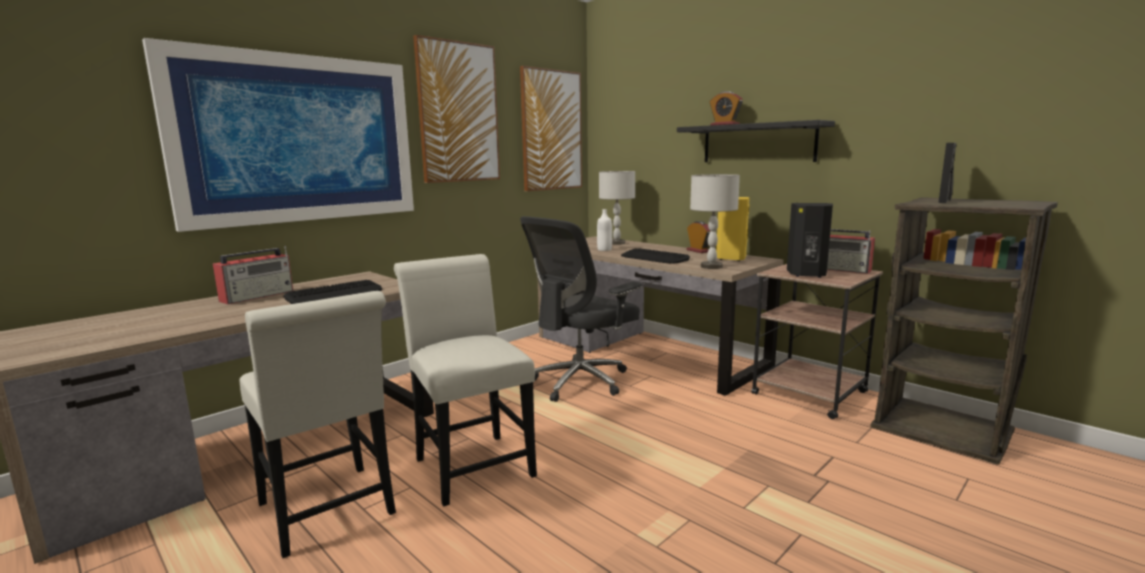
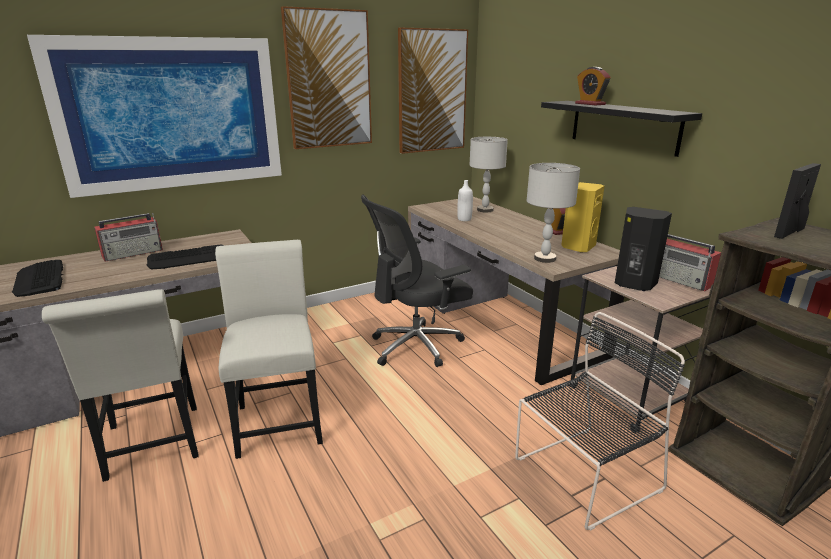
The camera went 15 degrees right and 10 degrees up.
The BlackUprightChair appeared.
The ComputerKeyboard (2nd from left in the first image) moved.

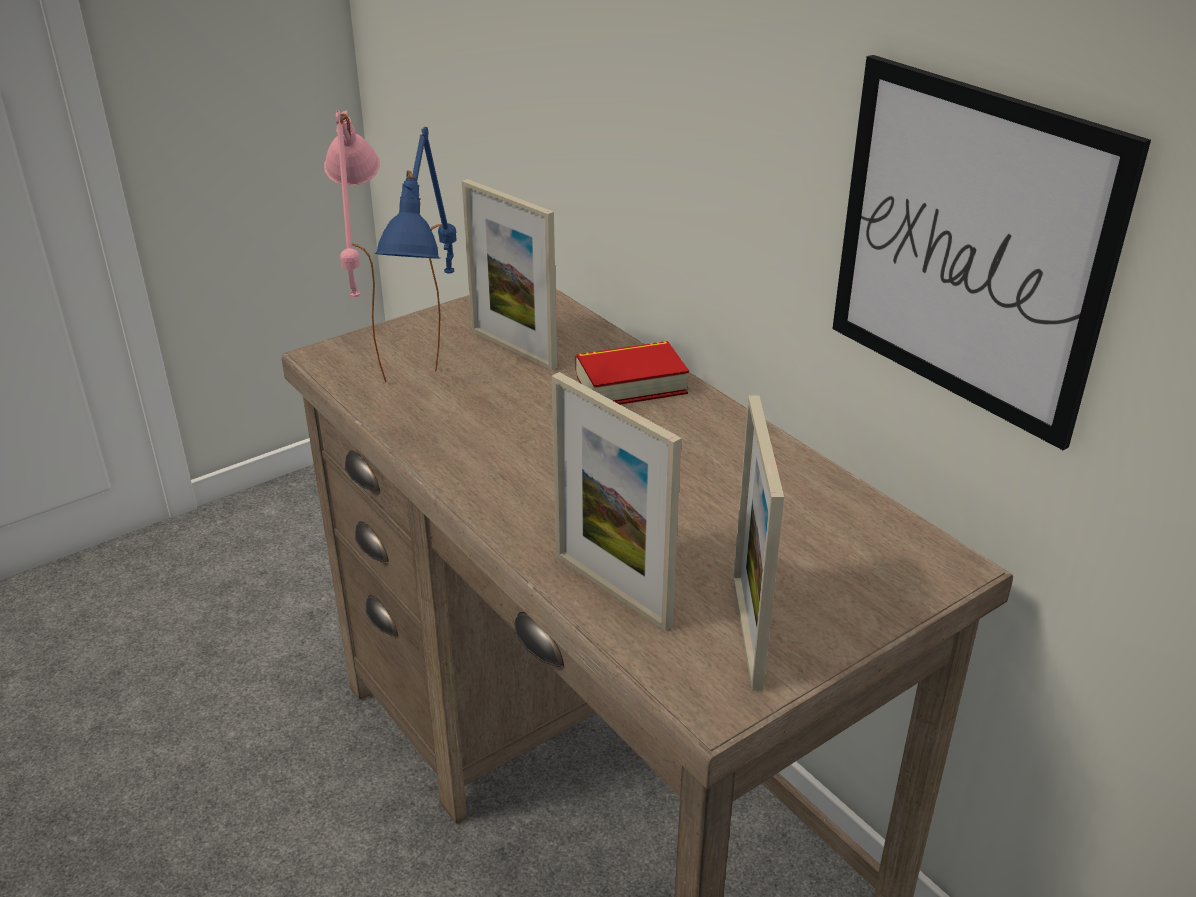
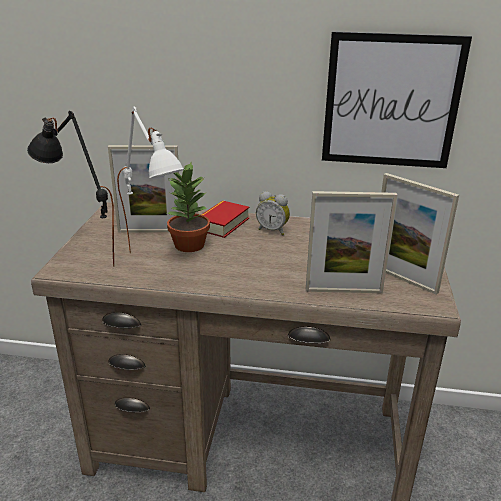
The camera went 45 degrees left and 5 degrees down.
The PottedPlant appeared.
The TableClock appeared.
The PinkTableLamp became the BlackTableLamp.
The BlueColouredTableLamp became the WhiteColouredTableLamp.

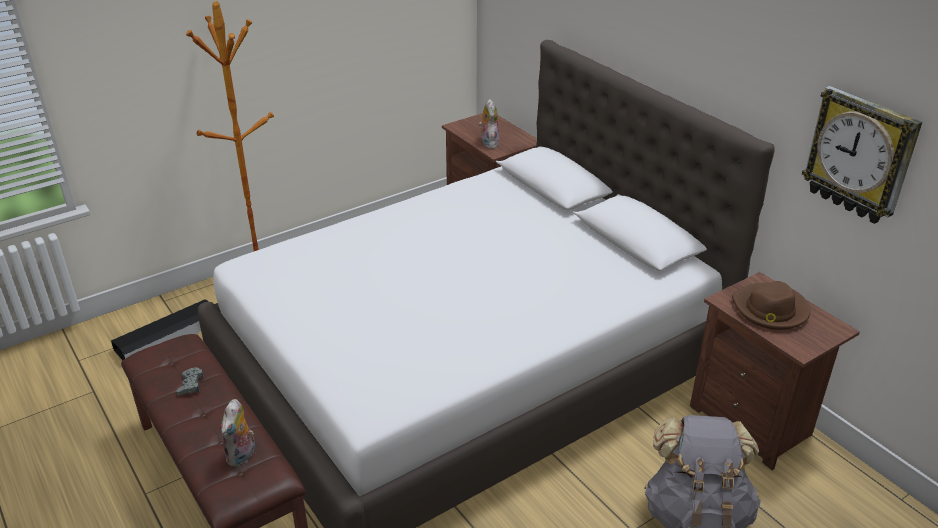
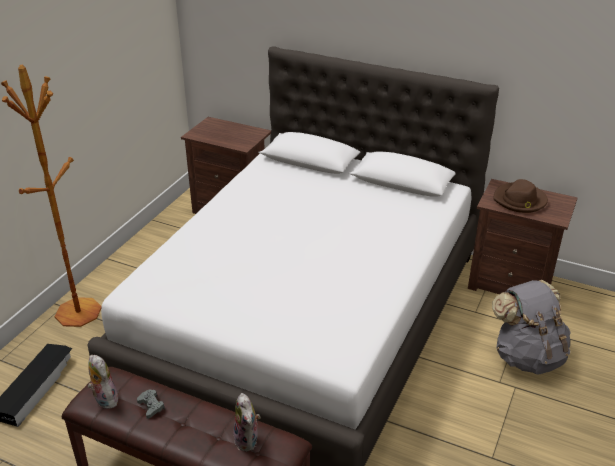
The camera went 30 degrees left and 0 degrees up.
The ClockOnTheWall disappeared.
The PlushToy (2nd from left in the first image) moved.

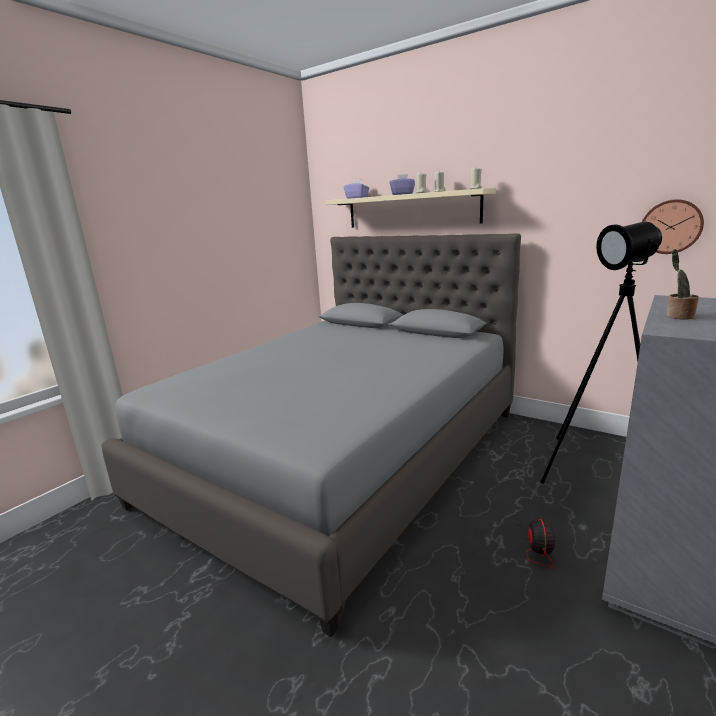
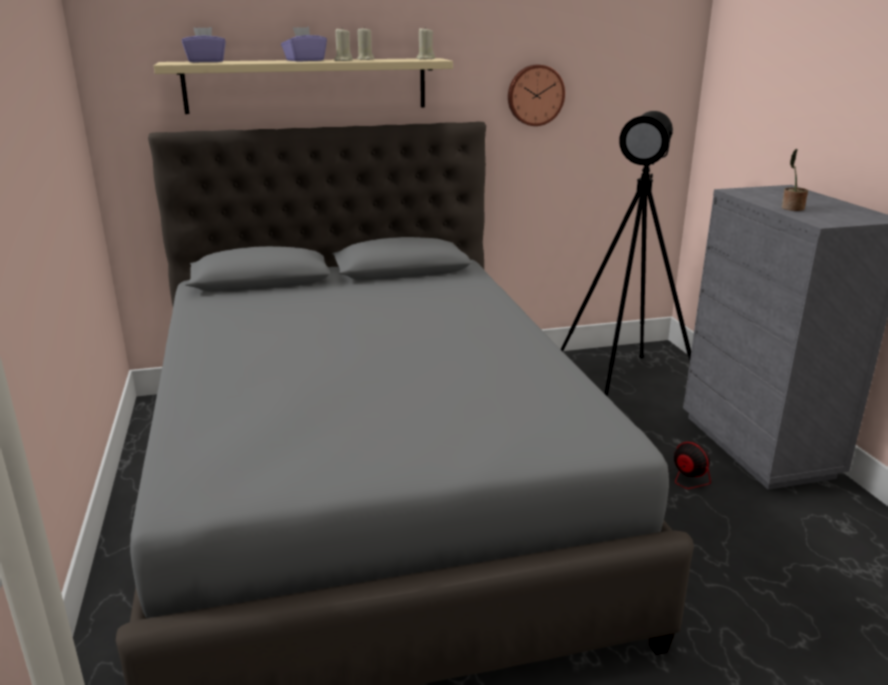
The camera went 50 degrees left and 5 degrees up.
The ClockOnTheWall moved.

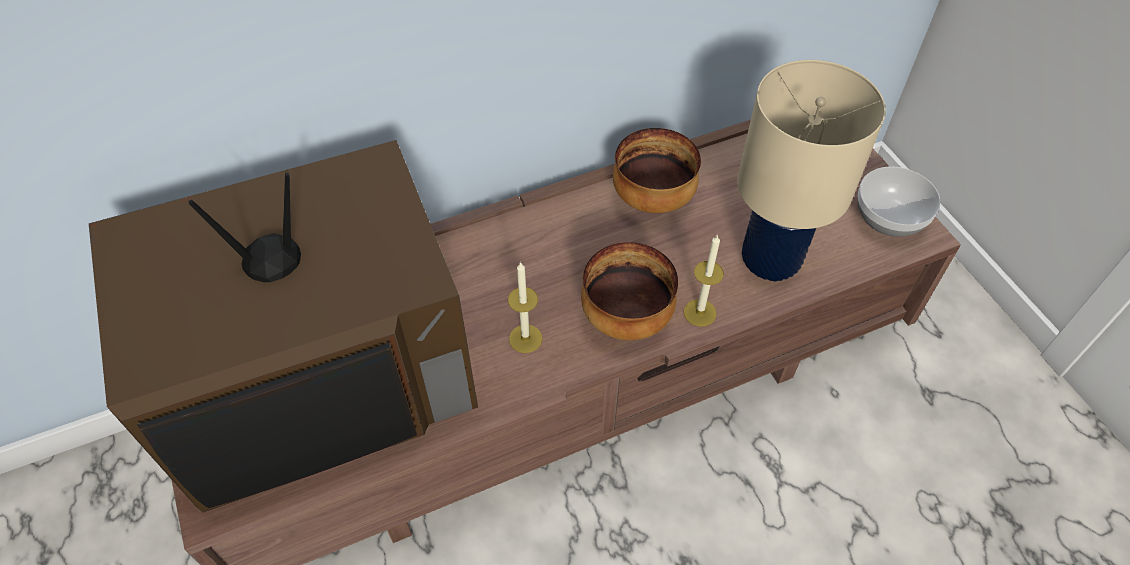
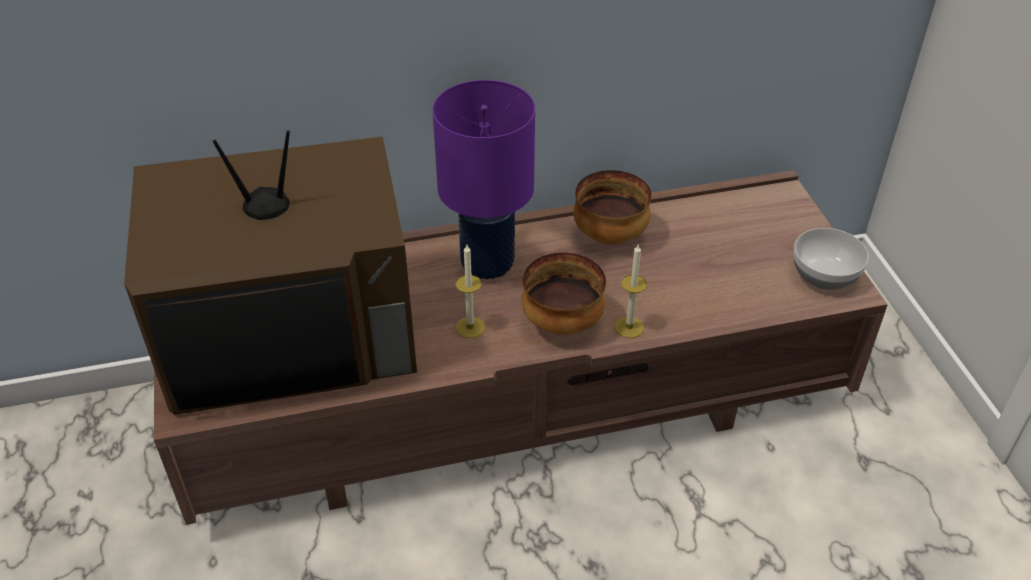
The camera went 10 degrees right and 10 degrees down.
The BeigeTableLamp disappeared.
The PurpleColouredTableLamp appeared.

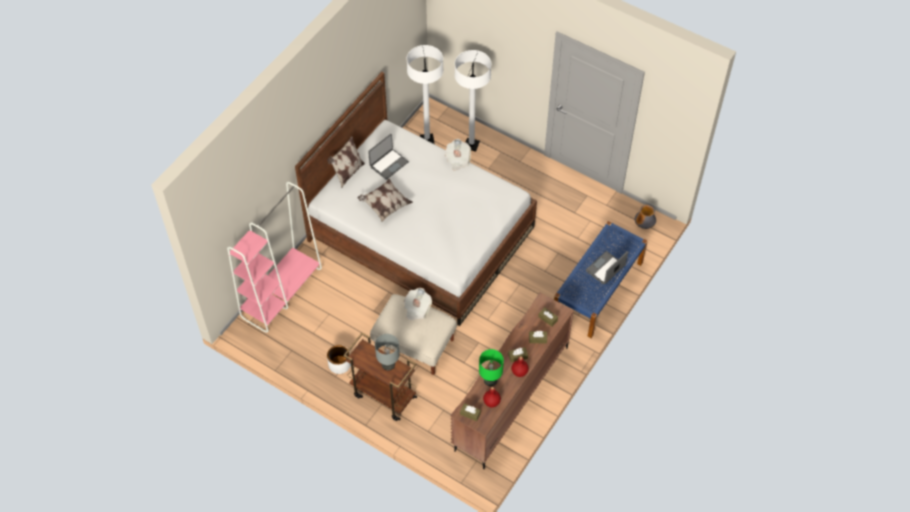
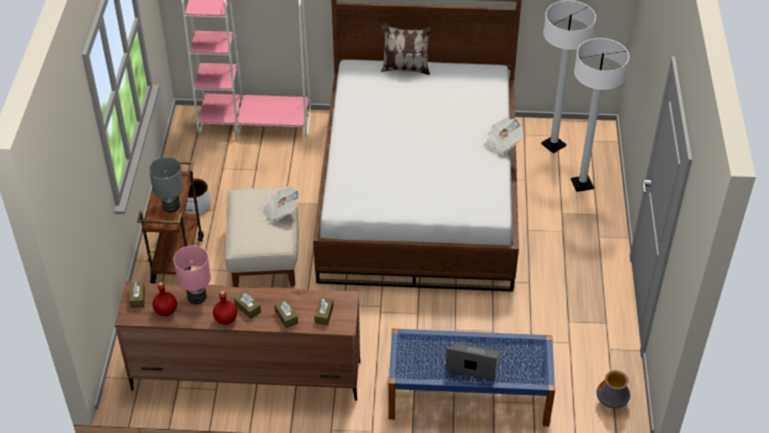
The camera went 60 degrees right and 10 degrees down.
The ThrowPillow (2nd from left) disappeared.
The PortableComputer (1st from left) disappeared.
The GreenTableLamp became the PinkTableLamp.

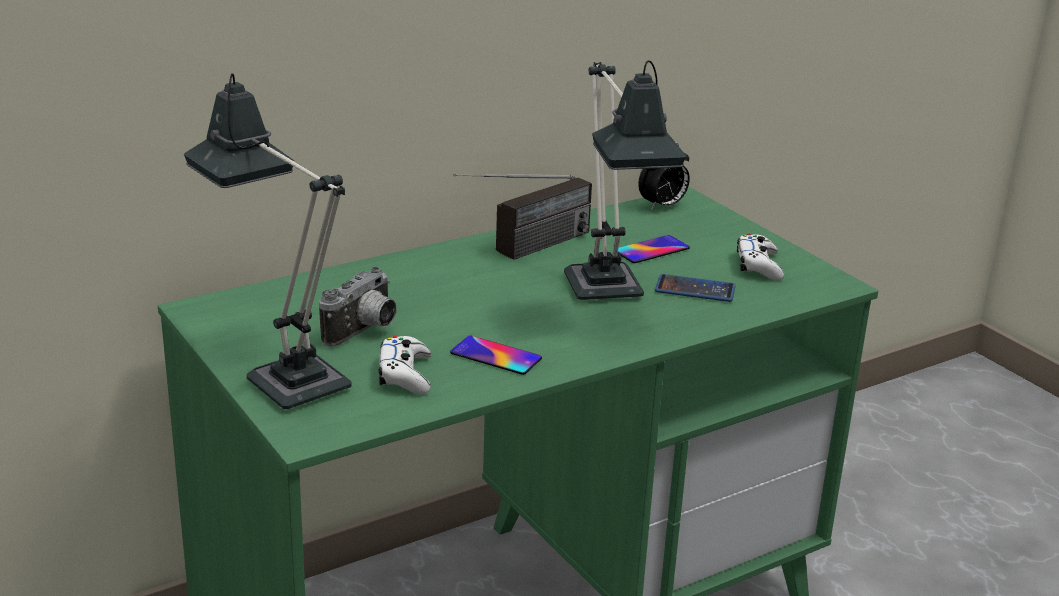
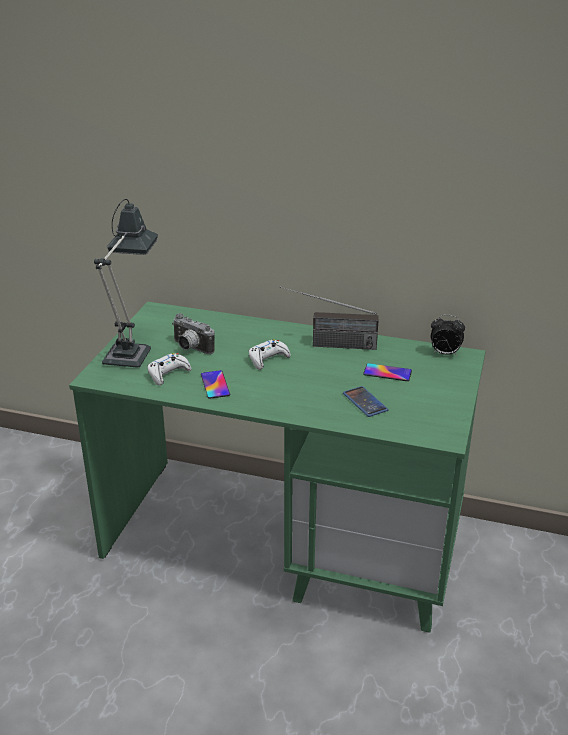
The camera went 50 degrees right and 5 degrees up.
The TableLamp (2nd from left) disappeared.
The WhiteColouredGamepad (2nd from left) moved.
The StillCamera turned 45 degrees clockwise.

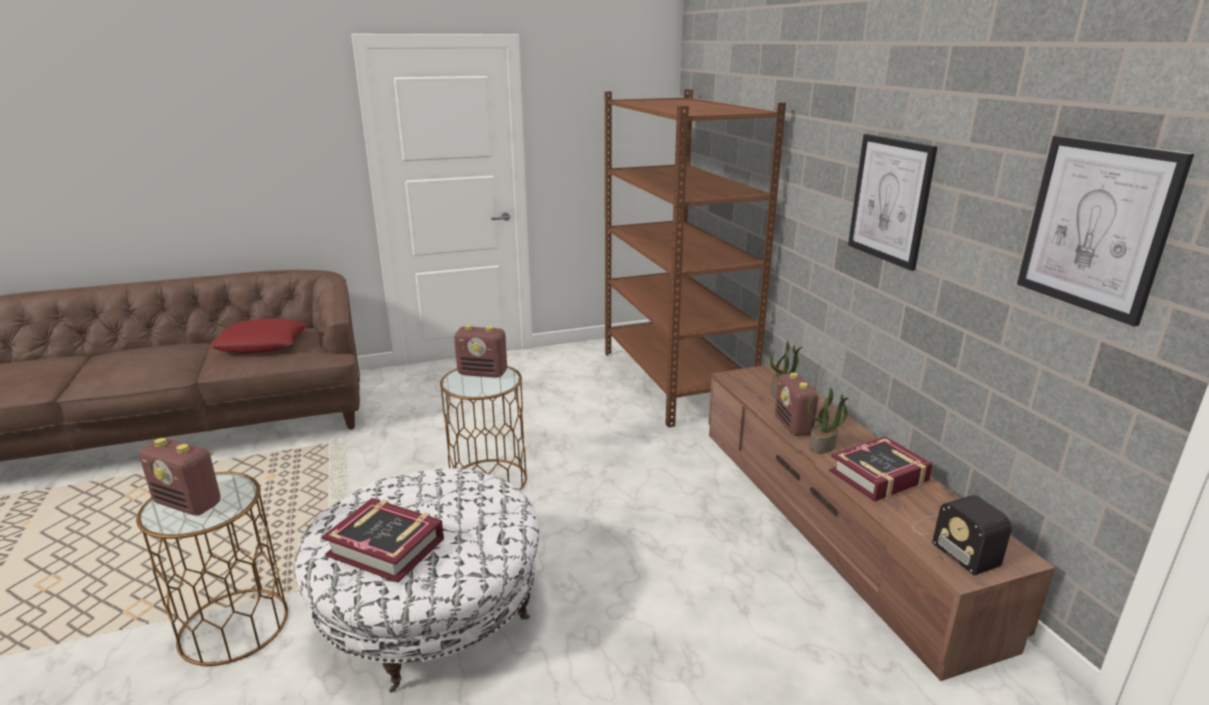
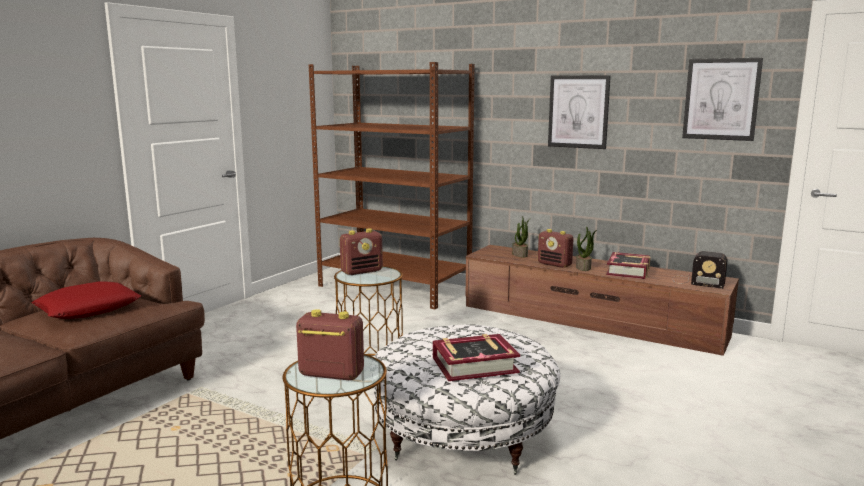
The camera went 40 degrees left and 10 degrees down.
The RadioSet (1st from left) turned 150 degrees counterclockwise.

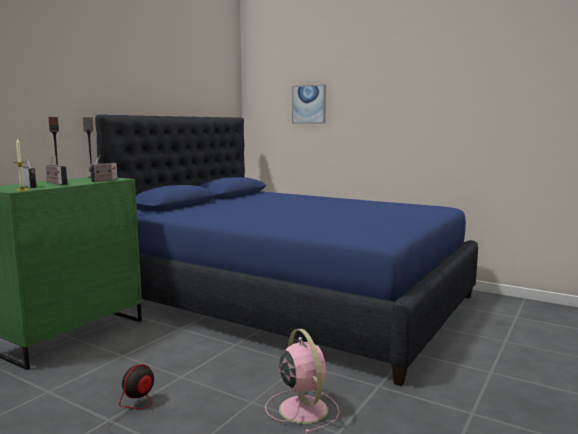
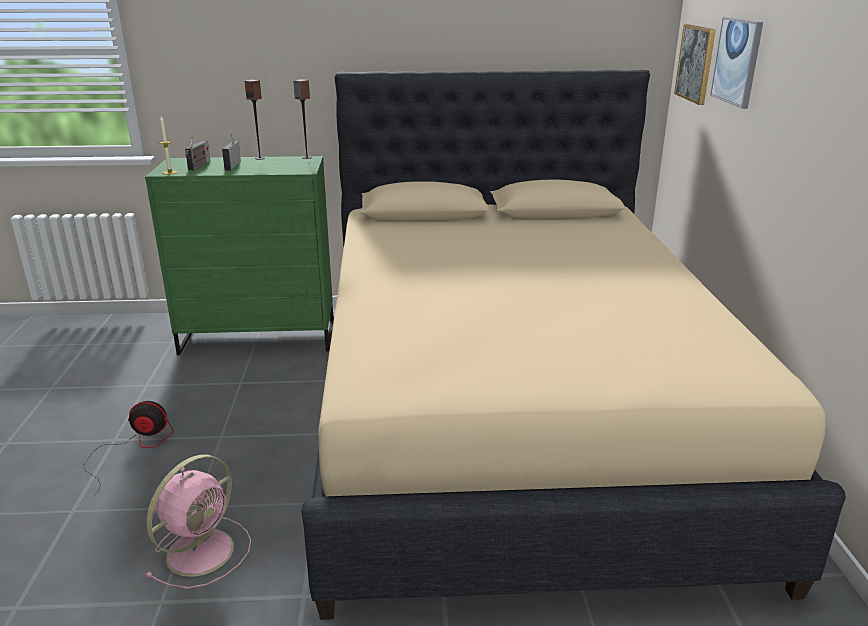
The camera went 55 degrees right and 15 degrees up.
The RadioSet (3rd from left) disappeared.
The WallArt (1st from left) appeared.
The BlueColouredBedroomBed became the BeigeBedroomBed.

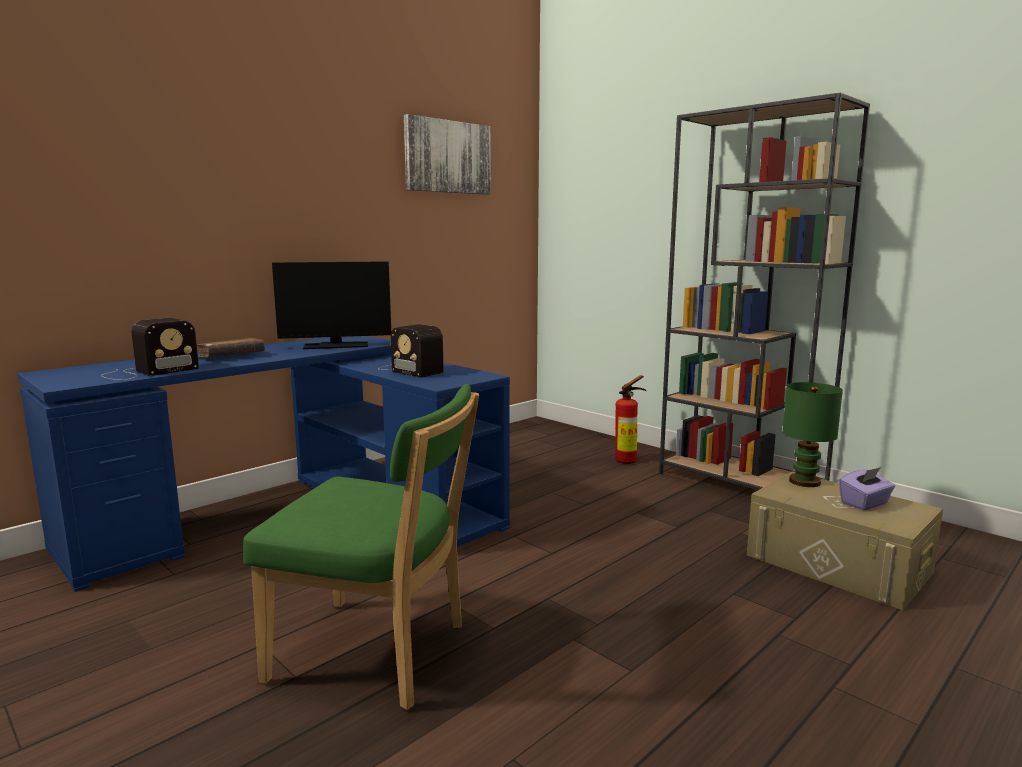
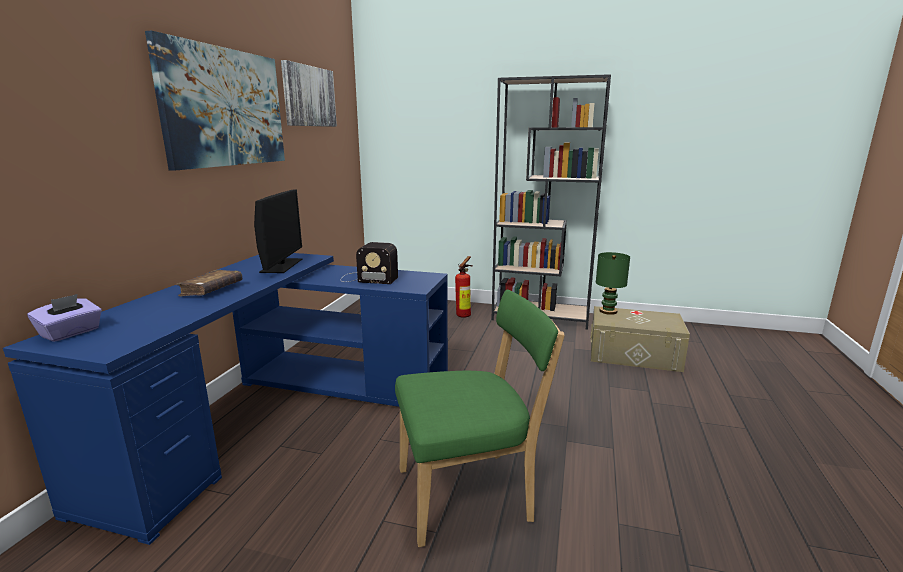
The camera went 30 degrees left and 5 degrees up.
The RadioSet (1st from left) disappeared.
The WallArt (1st from left) appeared.
The PurpleColouredBoxOfTissues moved.
The Monitor turned 45 degrees counterclockwise.

